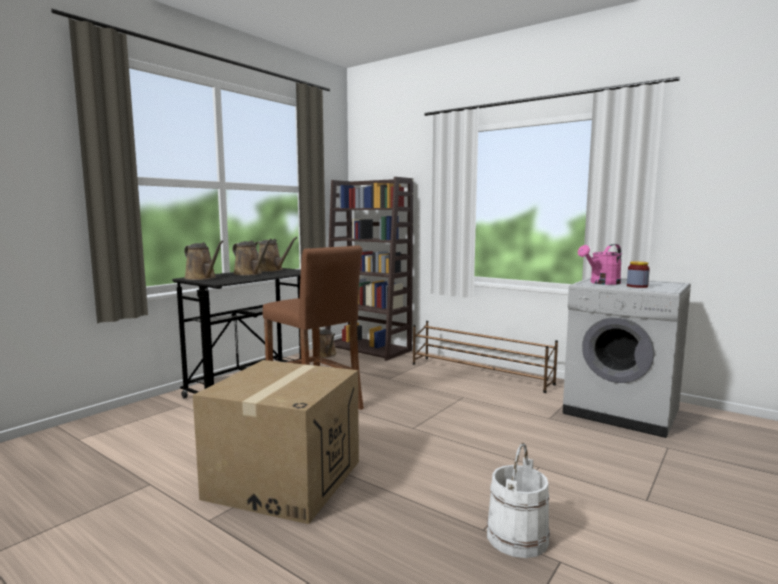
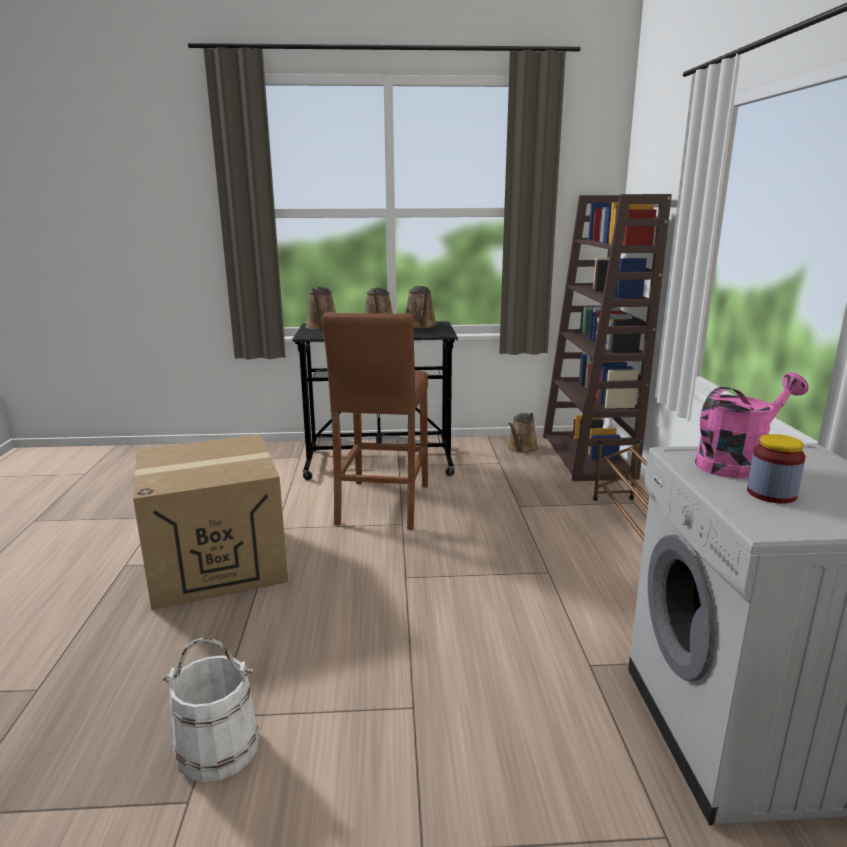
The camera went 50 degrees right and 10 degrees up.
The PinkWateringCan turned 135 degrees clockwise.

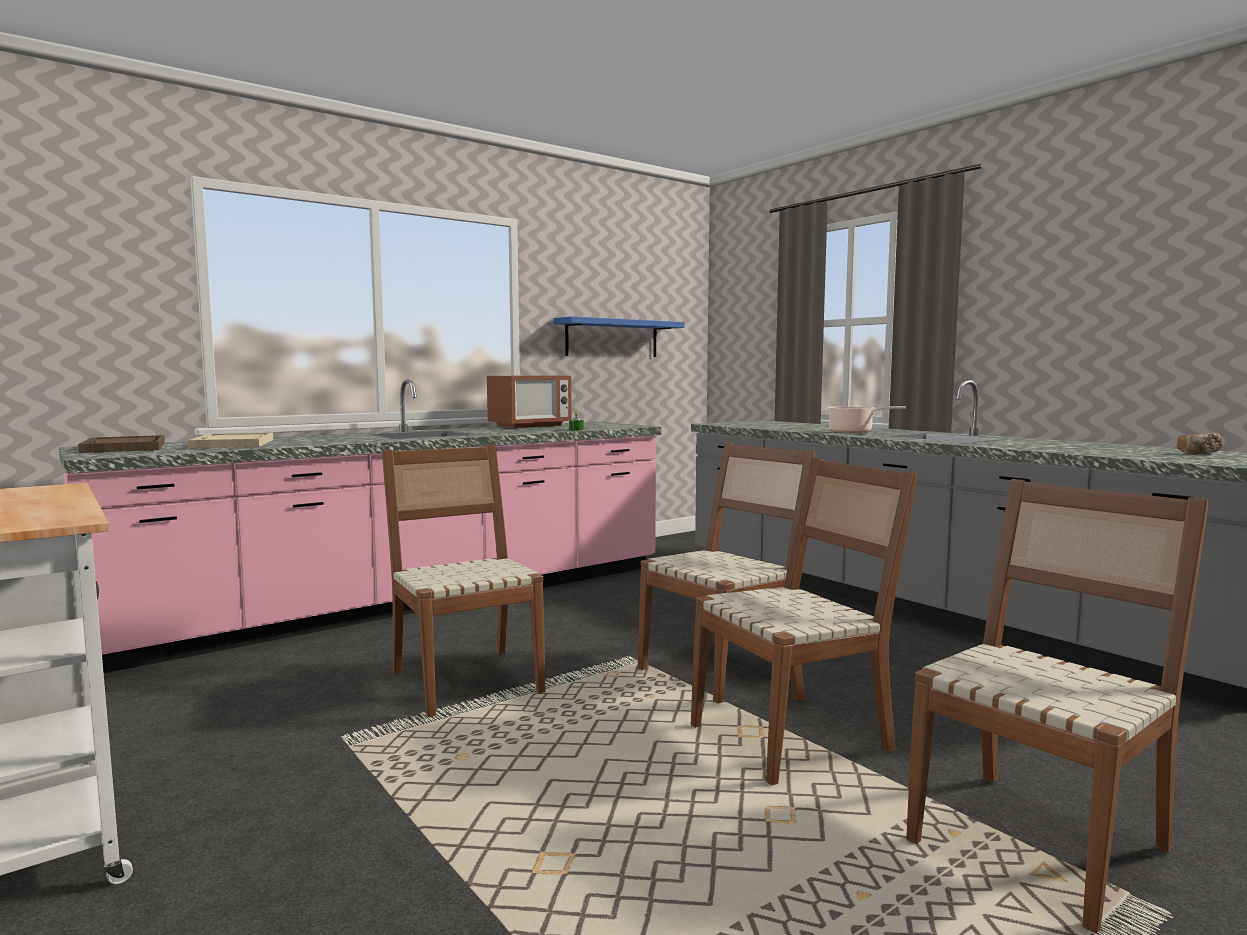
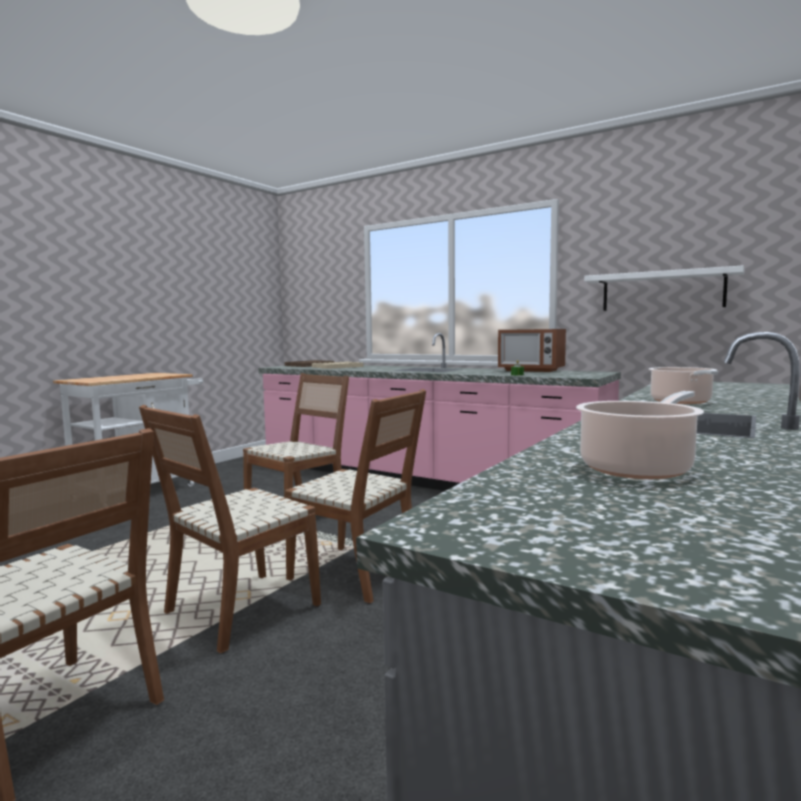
The camera went 70 degrees right and 0 degrees up.
The Bread disappeared.
The Saucepot (1st from left) appeared.
The BlueColouredShelf became the WhiteColouredShelf.
The UprightChair (3rd from left in the first image) turned 90 degrees clockwise.

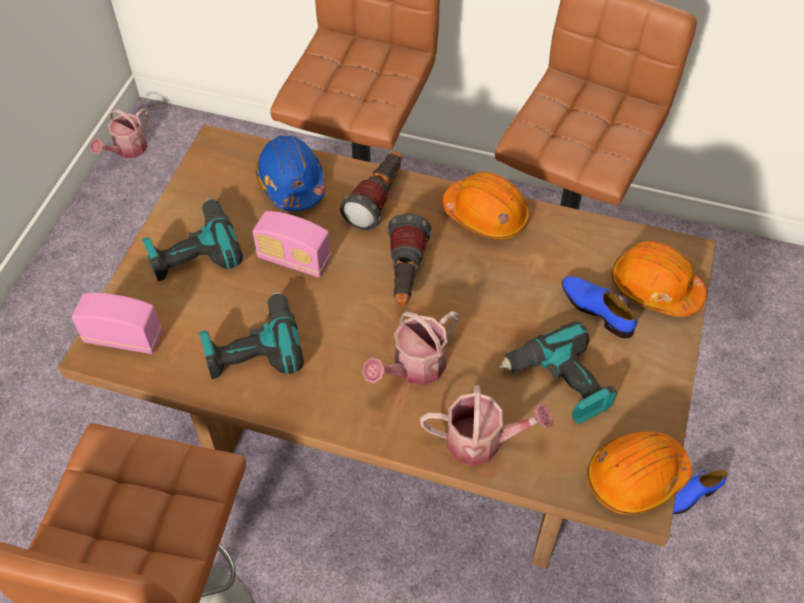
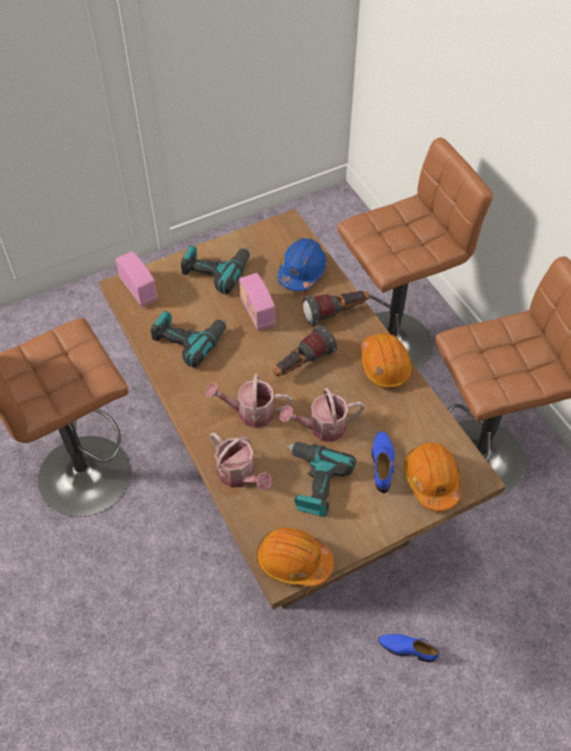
The camera went 45 degrees right and 0 degrees up.
The WateringCan (1st from left in the first image) moved.

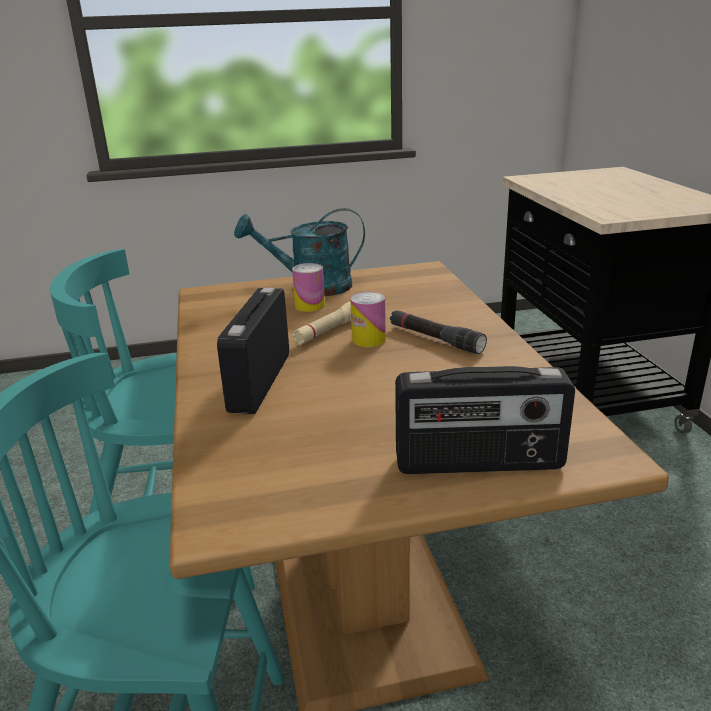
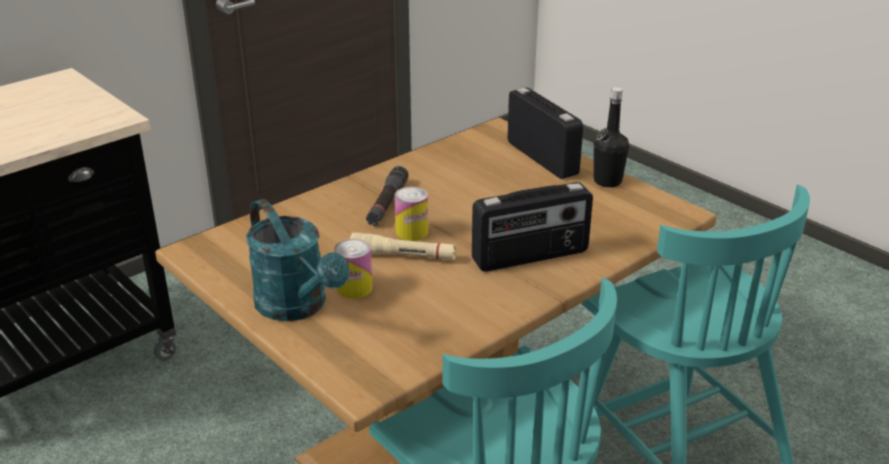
The camera went 120 degrees left and 5 degrees up.
The BlackDrinkBottle appeared.

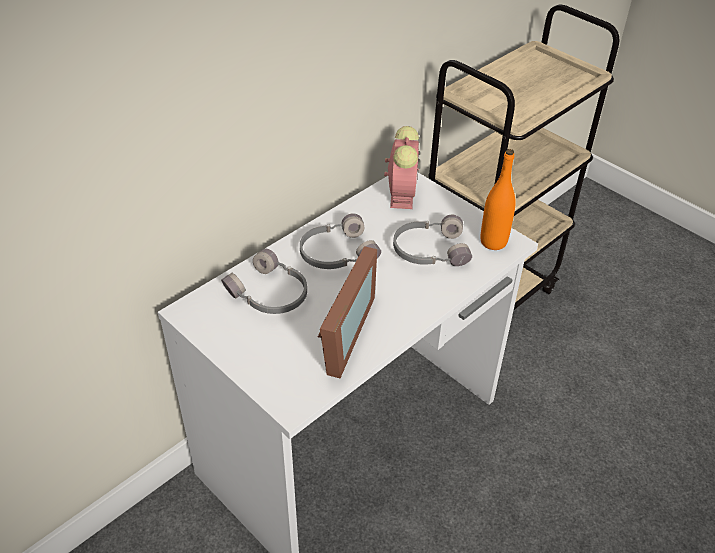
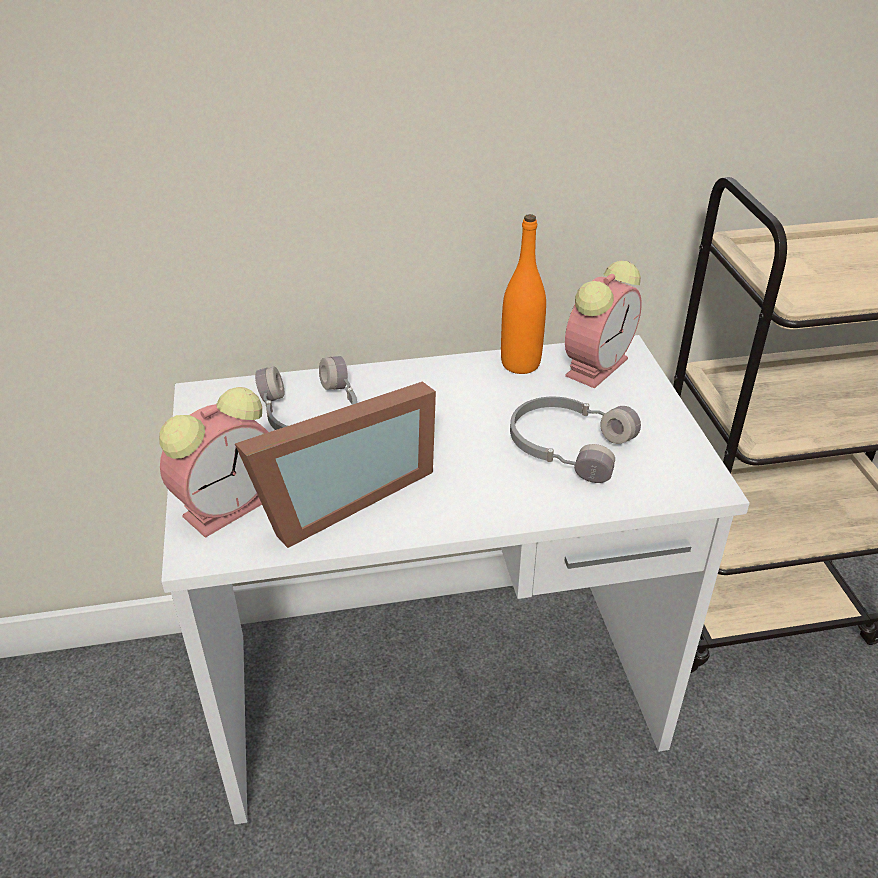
The camera went 35 degrees right and 5 degrees down.
The GreyHeadset (2nd from left) disappeared.
The TableClock (1st from left) appeared.
The OrangeColouredDrinkBottle moved.

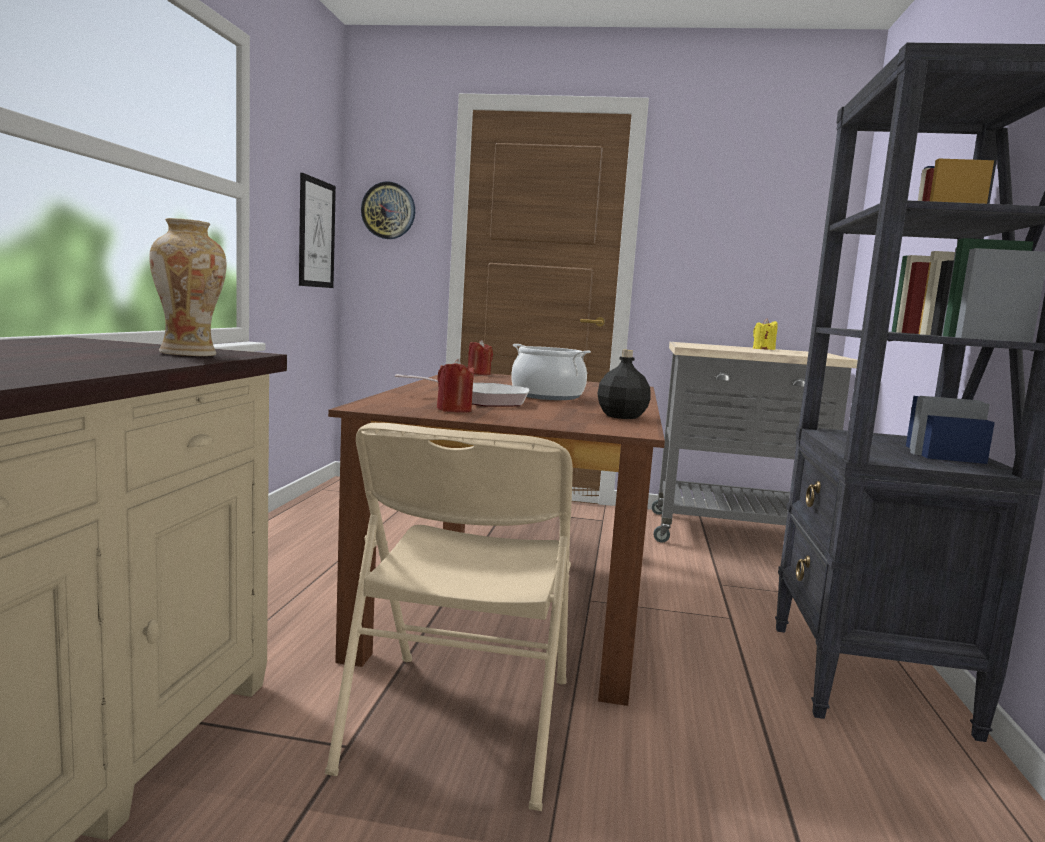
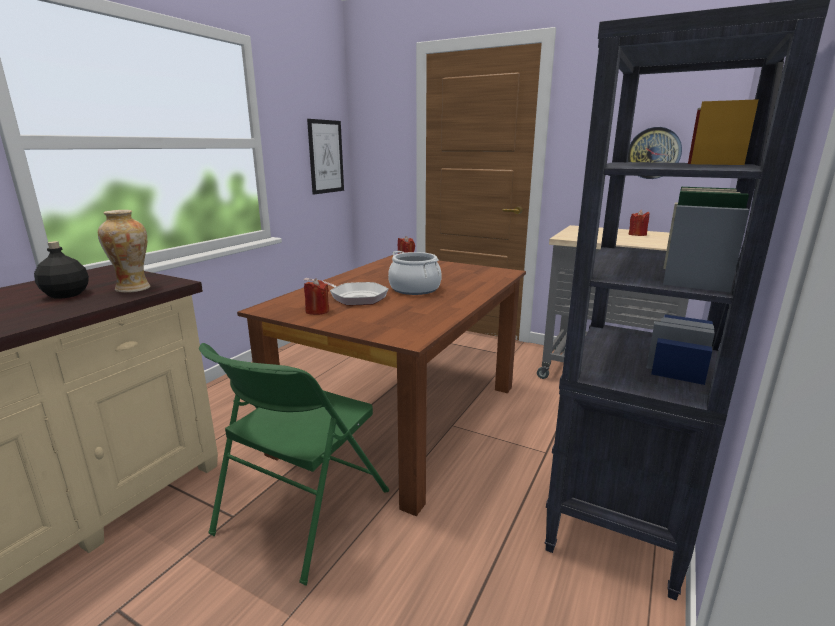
The camera went 20 degrees right and 10 degrees up.
The ClockOnTheWall moved.
The BlackDrinkBottle moved.
The BeigeUprightChair became the GreenUprightChair.
The YellowColouredWaxLight became the RedWaxLight (3rd from left).

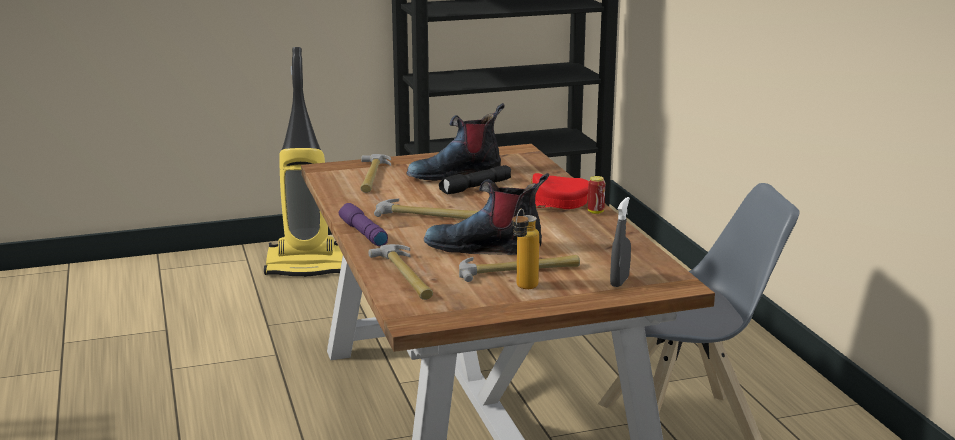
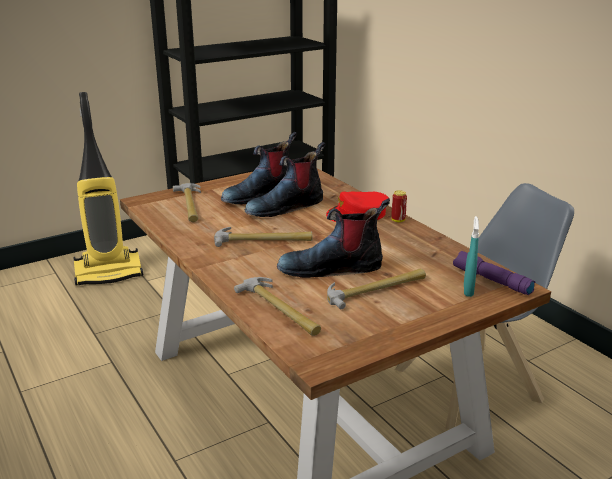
The camera went 15 degrees left and 5 degrees up.
The DrinkBottle disappeared.
The PurpleColouredTorch moved.
The BlackTorch was replaced by the Boot (2nd from left).
The GreyHandSprayer became the TurquoiseColouredHandSprayer.

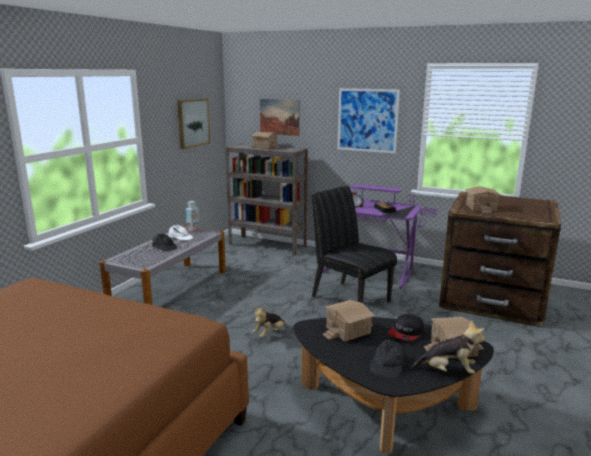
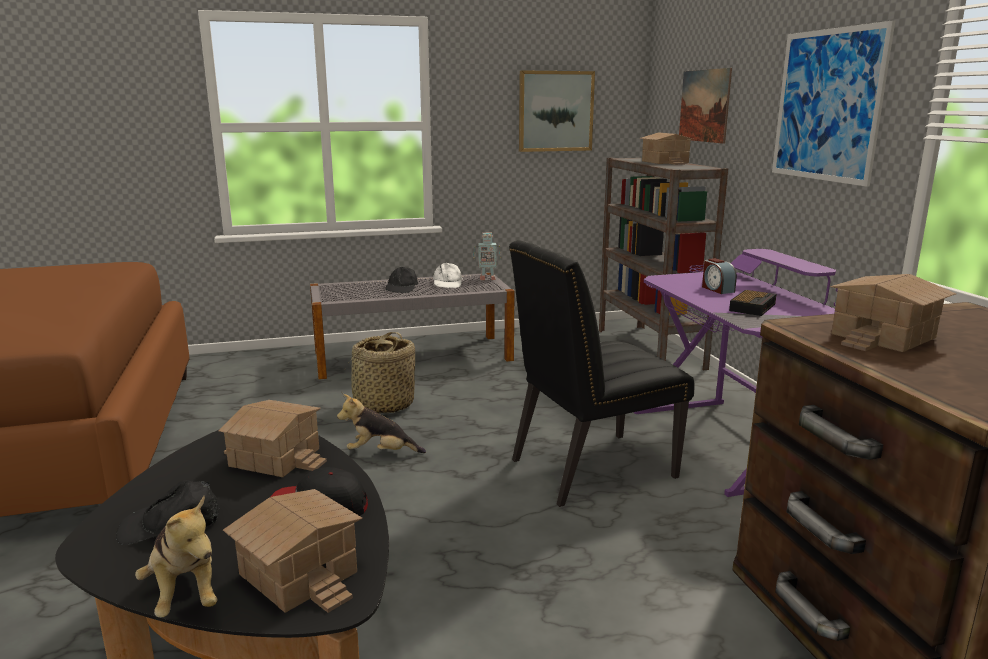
The camera went 50 degrees right and 0 degrees up.
The Basket appeared.
The BlackUprightChair turned 120 degrees counterclockwise.

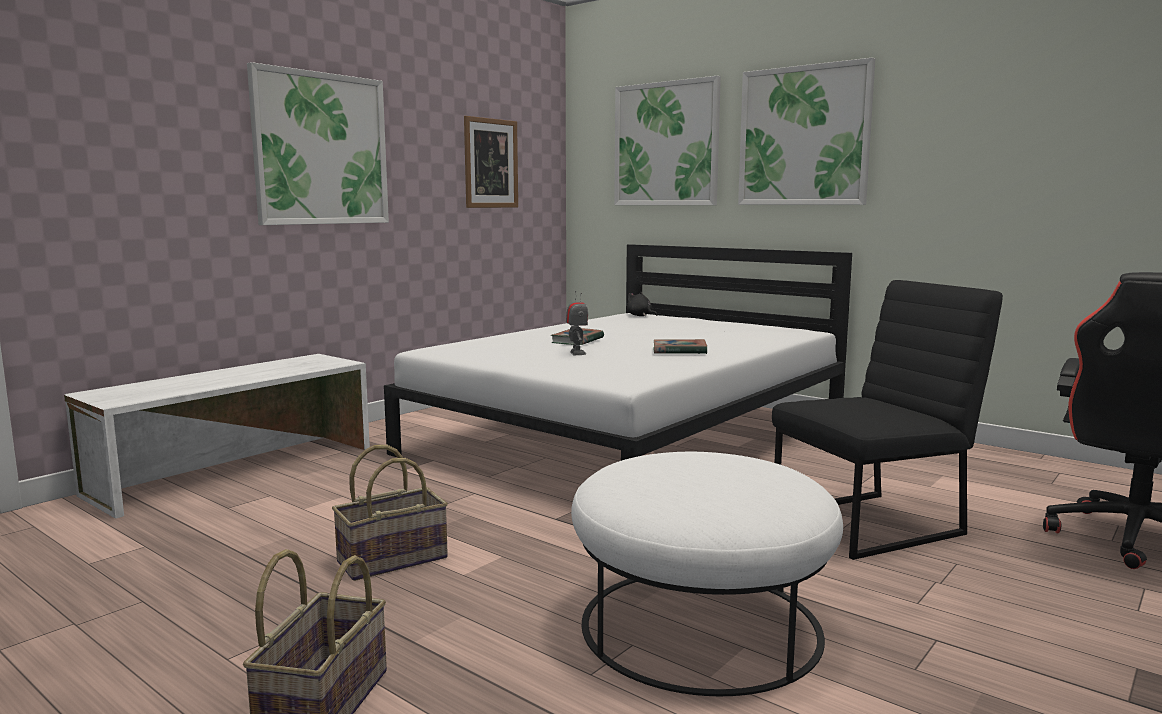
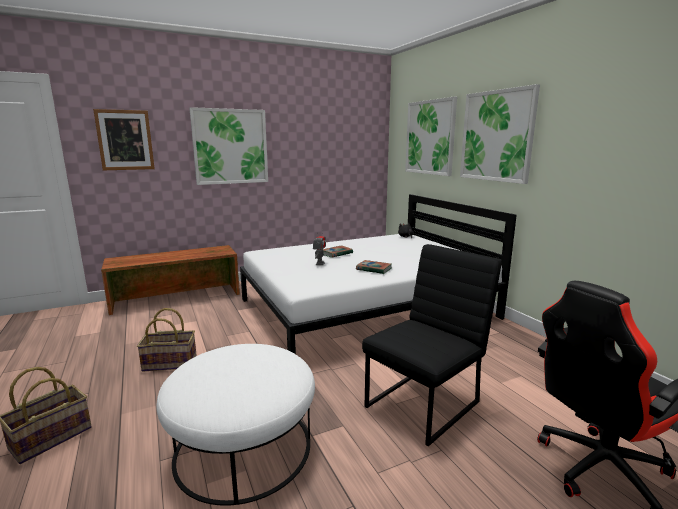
The camera went 25 degrees right and 5 degrees up.
The WallArt (2nd from left in the first image) moved.
The WhiteColouredLongSeat became the BrownColouredLongSeat.
The BlackUprightChair turned 45 degrees counterclockwise.

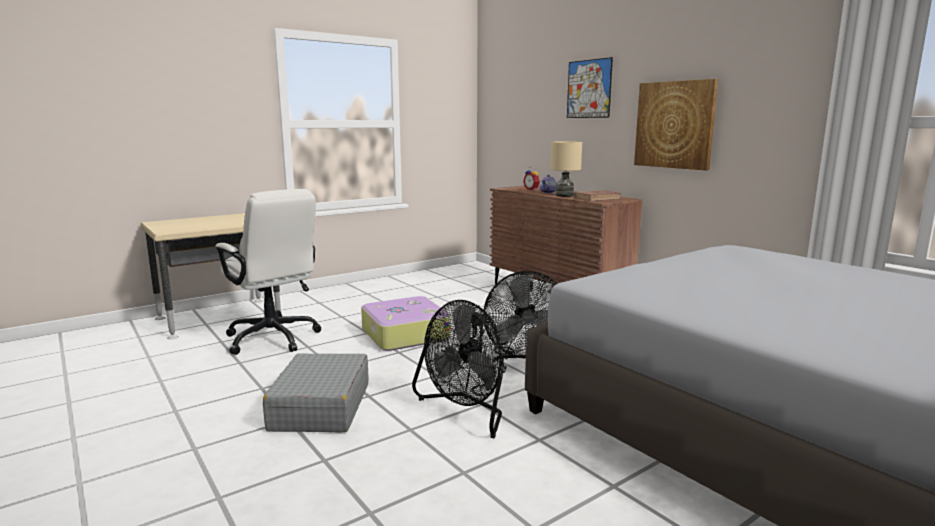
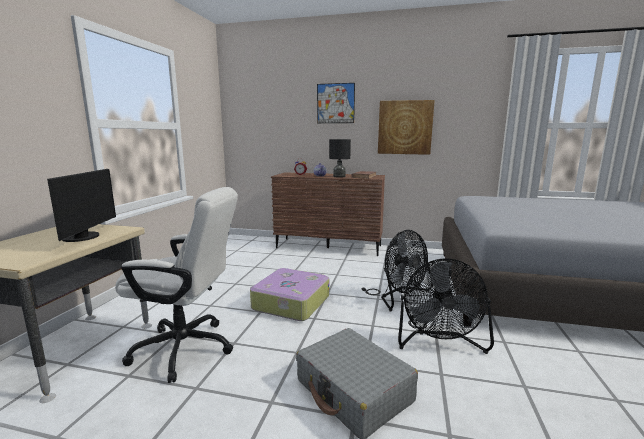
The camera went 40 degrees left and 0 degrees up.
The Monitor appeared.
The BeigeTableLamp became the BlackTableLamp.

